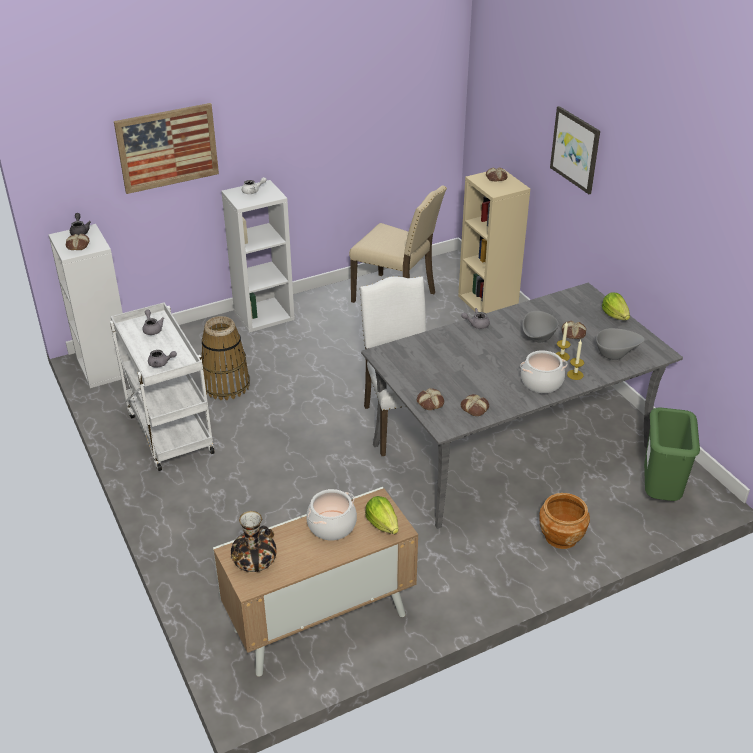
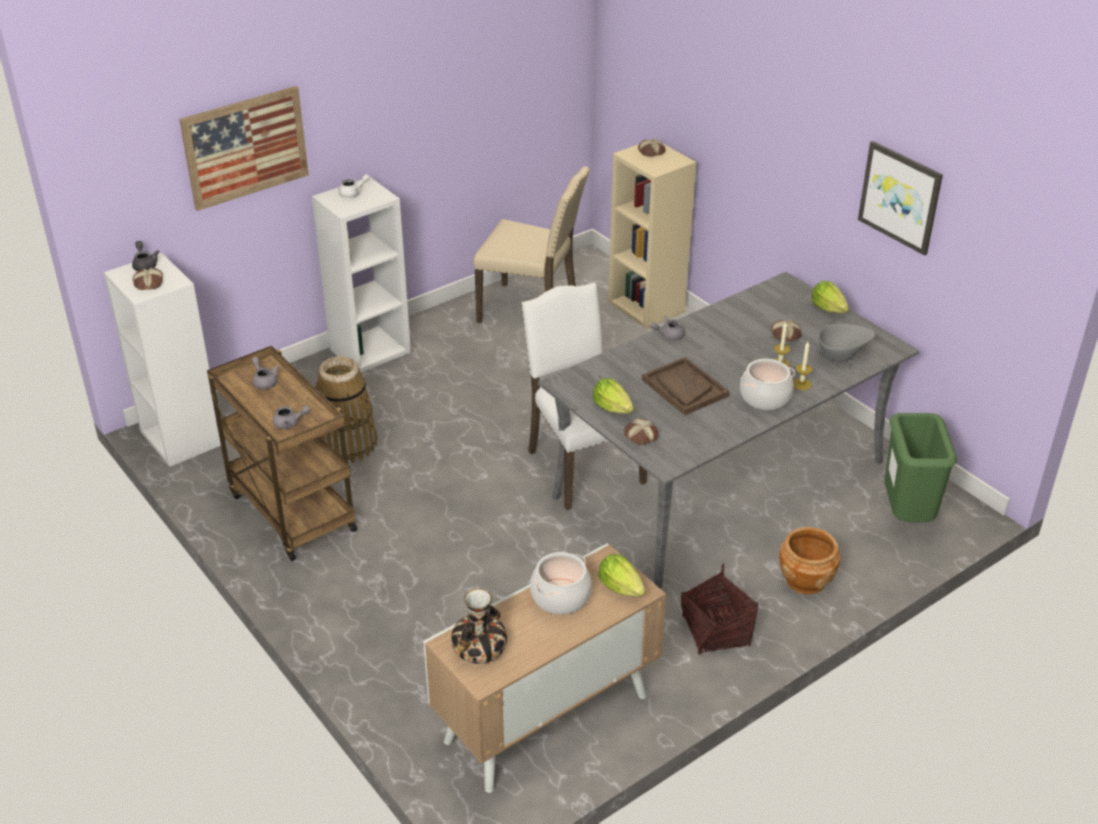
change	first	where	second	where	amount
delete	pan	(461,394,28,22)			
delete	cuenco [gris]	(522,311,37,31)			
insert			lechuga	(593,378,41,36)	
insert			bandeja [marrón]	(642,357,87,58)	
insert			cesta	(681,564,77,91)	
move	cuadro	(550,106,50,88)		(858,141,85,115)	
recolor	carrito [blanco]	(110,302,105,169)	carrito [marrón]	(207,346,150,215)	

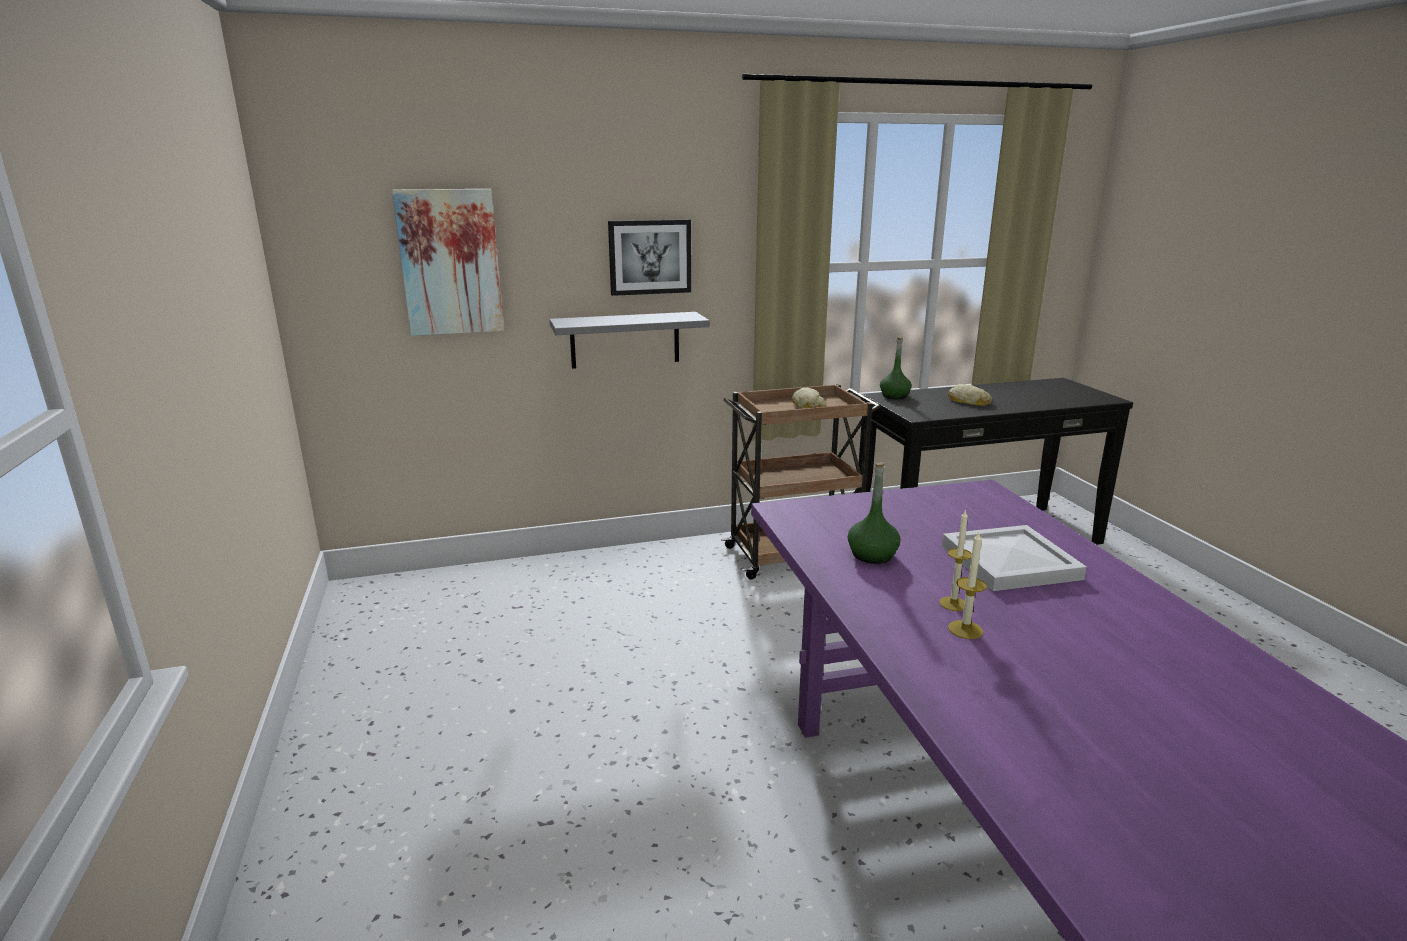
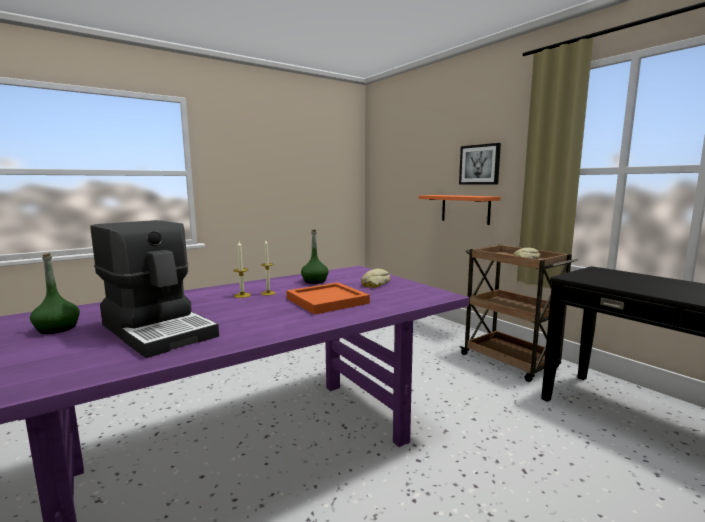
change	first	where	second	where	amount
delete	cuadro	(392,189,112,147)			
insert			cafetera	(90,220,129,138)	
move	botella [verde]	(880,337,32,62)		(30,253,50,81)	
move	pan	(948,384,44,22)		(361,269,30,19)	
recolor	estante [gris]	(549,312,161,57)	estante [naranja]	(419,195,82,30)	
recolor	bandeja [blanco]	(942,525,145,66)	bandeja [naranja]	(287,282,83,33)	

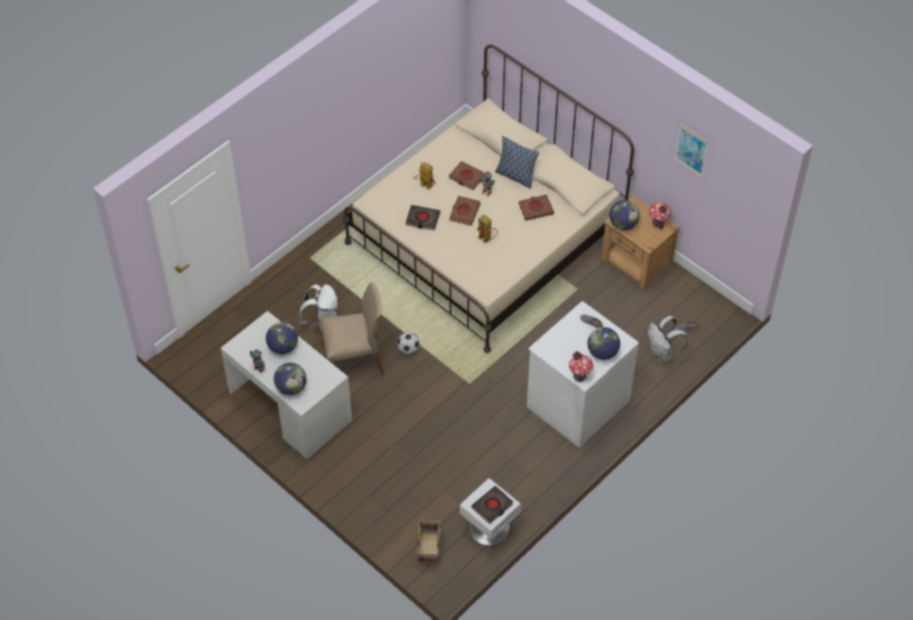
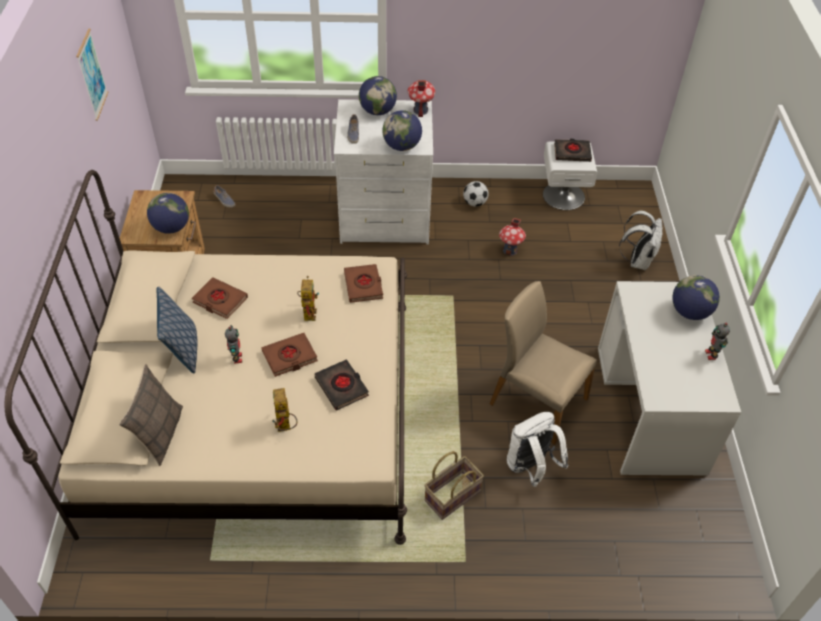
change	first	where	second	where	amount
insert			cojín	(119,364,64,102)	
move	globo terráqueo	(266,322,32,32)		(383,110,39,41)	
move	balón de fútbol	(397,332,23,22)		(463,181,26,26)	
move	cesta	(416,520,25,45)		(425,451,59,69)	
move	libro [marrón]	(449,161,36,29)		(344,264,39,39)	
move	mochila [blanco]	(648,316,40,46)		(619,211,44,59)	
move	casita	(649,202,22,28)		(499,218,27,38)	

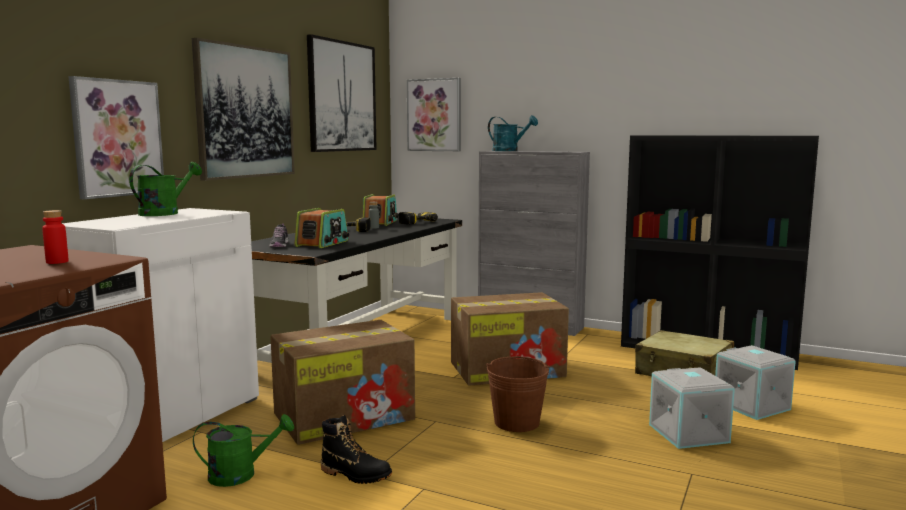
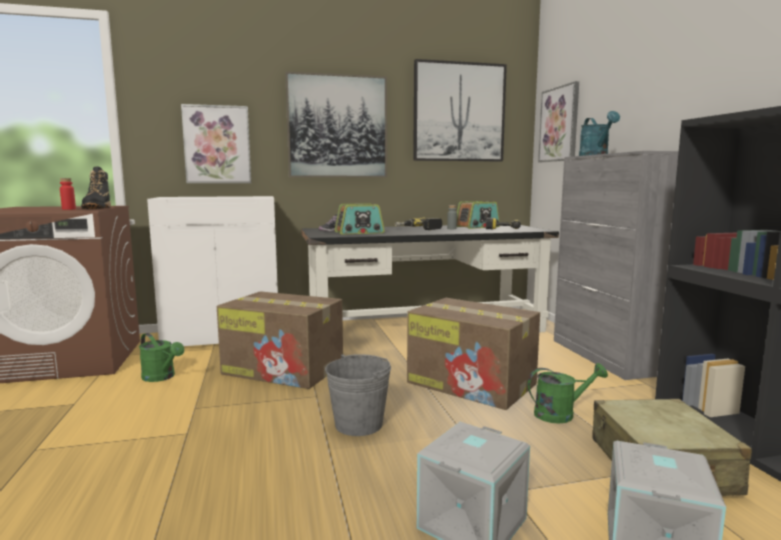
change	first	where	second	where	amount
move	regadera [verde]	(129,162,73,54)		(528,363,80,61)	
move	bota [negro]	(321,415,71,69)		(81,167,30,42)	
recolor	cubo [marrón]	(486,356,64,76)	cubo [gris]	(325,354,66,82)	

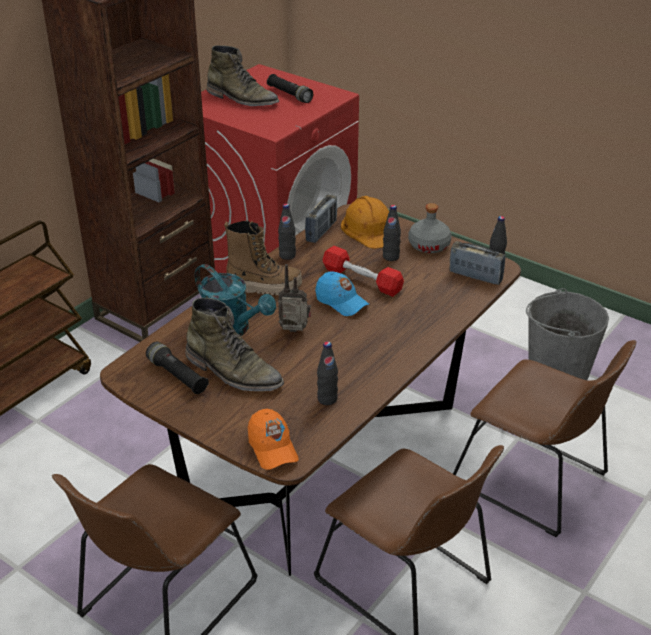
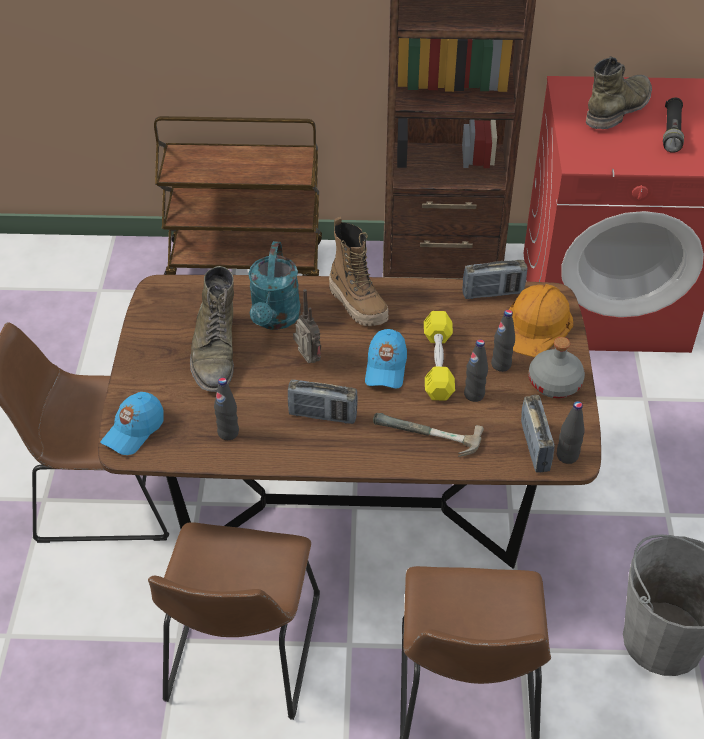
change	first	where	second	where	amount
delete	linterna [negro]	(146,342,63,52)			
insert			radio	(288,380,69,44)	
insert			martillo	(373,413,111,44)	
move	botella [negro]	(278,204,18,56)		(464,339,24,63)	
recolor	gorra [naranja]	(248,409,51,61)	gorra [azul]	(100,392,64,63)	
recolor	mancuerna [rojo]	(322,246,82,51)	mancuerna [amarillo]	(424,311,31,90)	
rotate	bota [verde]	(207,45,72,61)		(586,56,66,73)	135 degrees counterclockwise

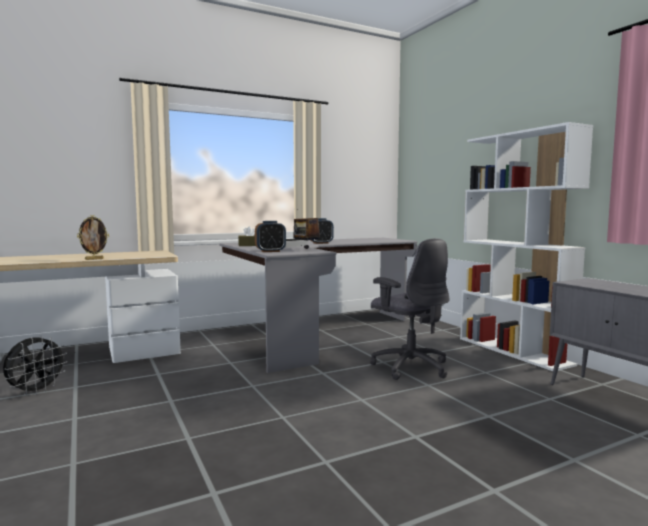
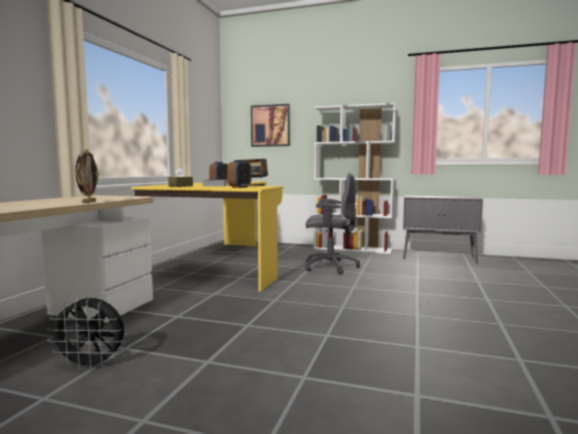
change	first	where	second	where	amount
insert			cuadro	(251,104,39,43)	
recolor	escritorio [gris]	(219,238,199,135)	escritorio [amarillo]	(131,181,152,111)	
rotate	ventilador [negro]	(3,335,65,60)		(47,298,77,73)	105 degrees clockwise

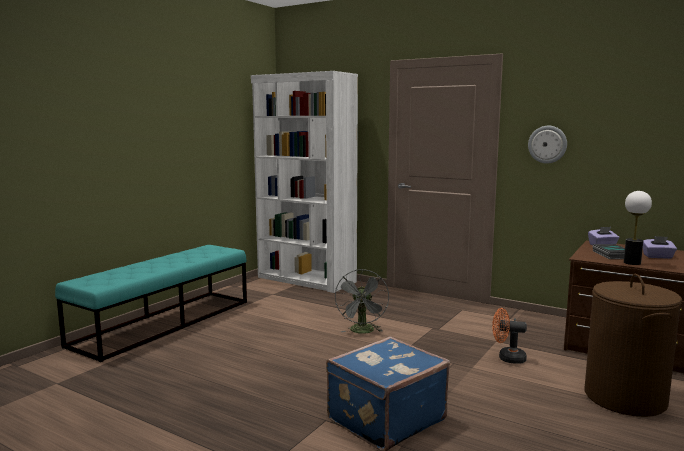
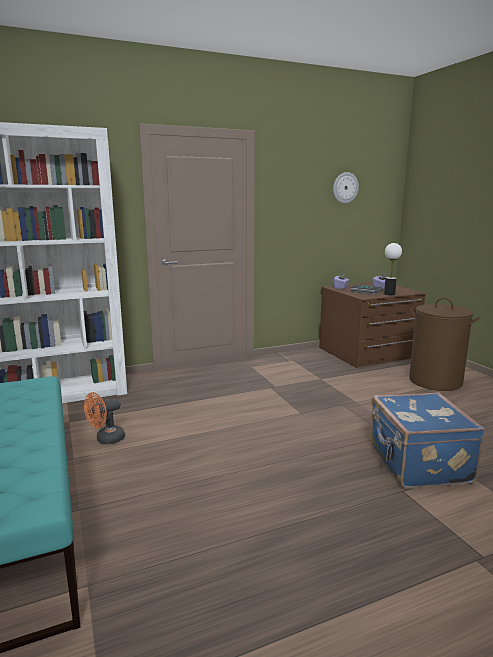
change	first	where	second	where	amount
delete	ventilador [gris]	(335,269,54,65)			
move	ventilador [naranja]	(492,308,35,56)		(84,392,41,52)	
move	reloj de pared	(528,126,39,38)		(333,172,26,32)	

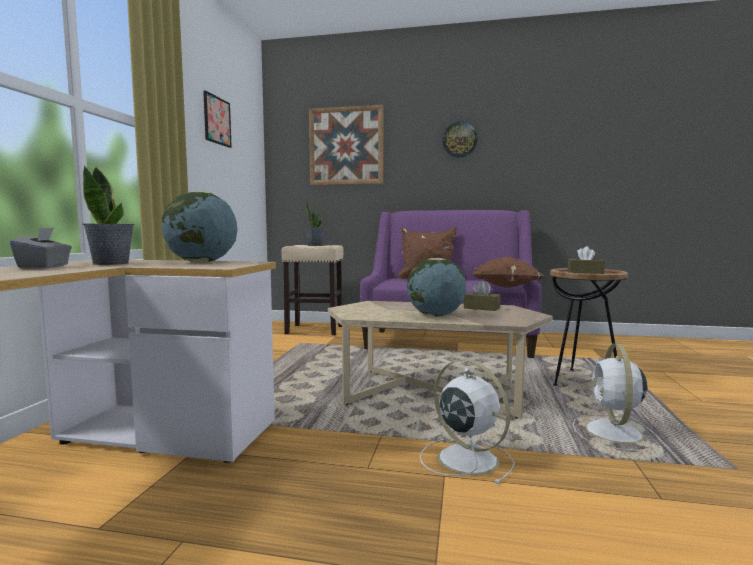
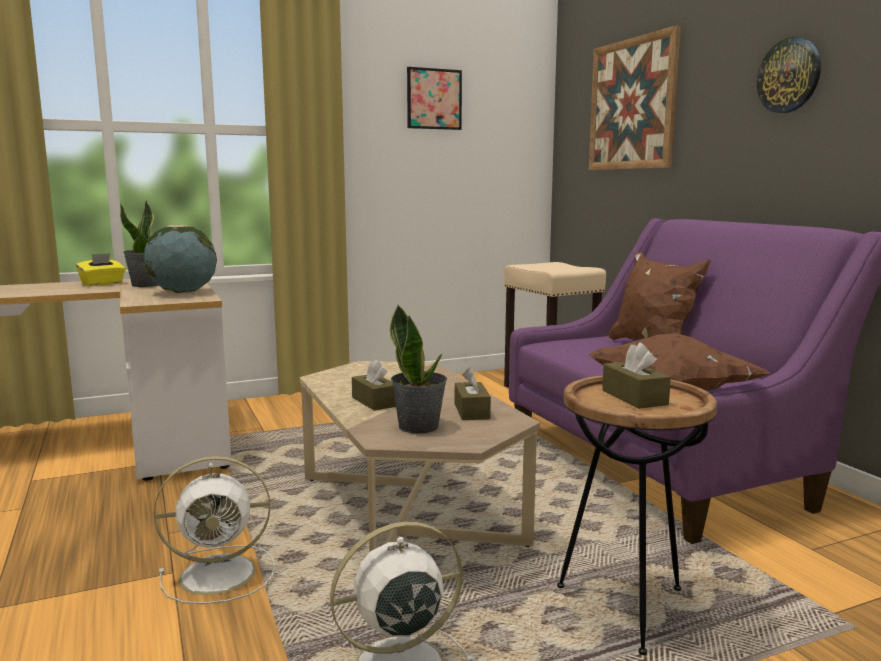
change	first	where	second	where	amount
move	planta en maceta	(305,200,20,46)		(390,305,57,129)	
replace	globo terráqueo	(407,258,59,59)	caja de pañuelos [marrón]	(352,360,44,51)	
recolor	caja de pañuelos [gris]	(10,227,62,41)	caja de pañuelos [amarillo]	(76,253,50,33)	
rotate	ventilador [blanco]	(420,359,95,125)		(154,456,121,148)	60 degrees clockwise

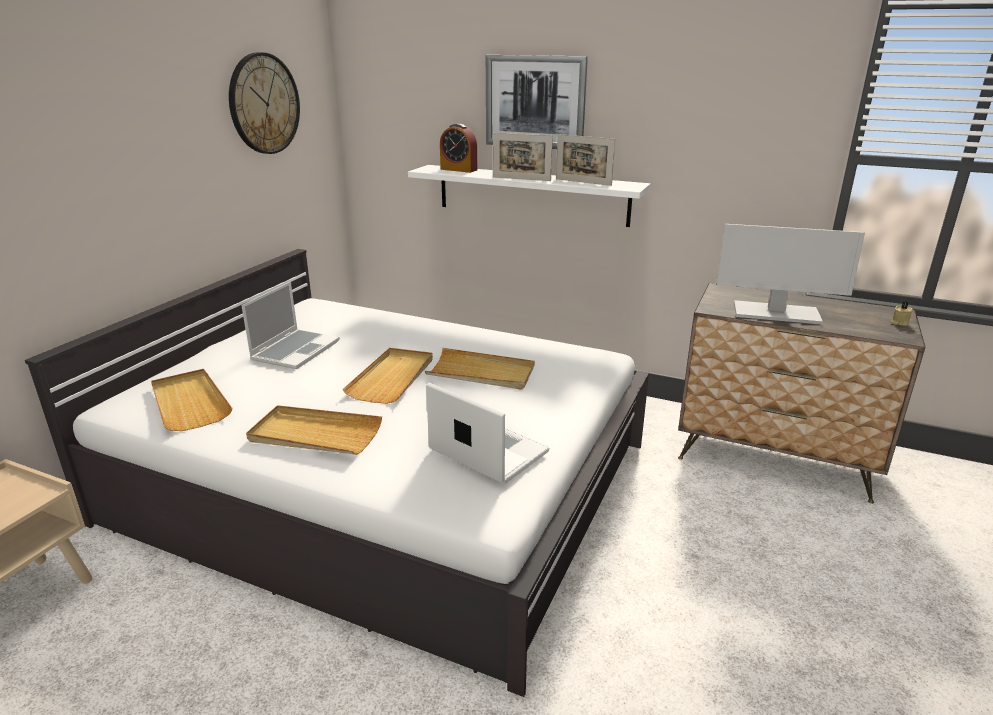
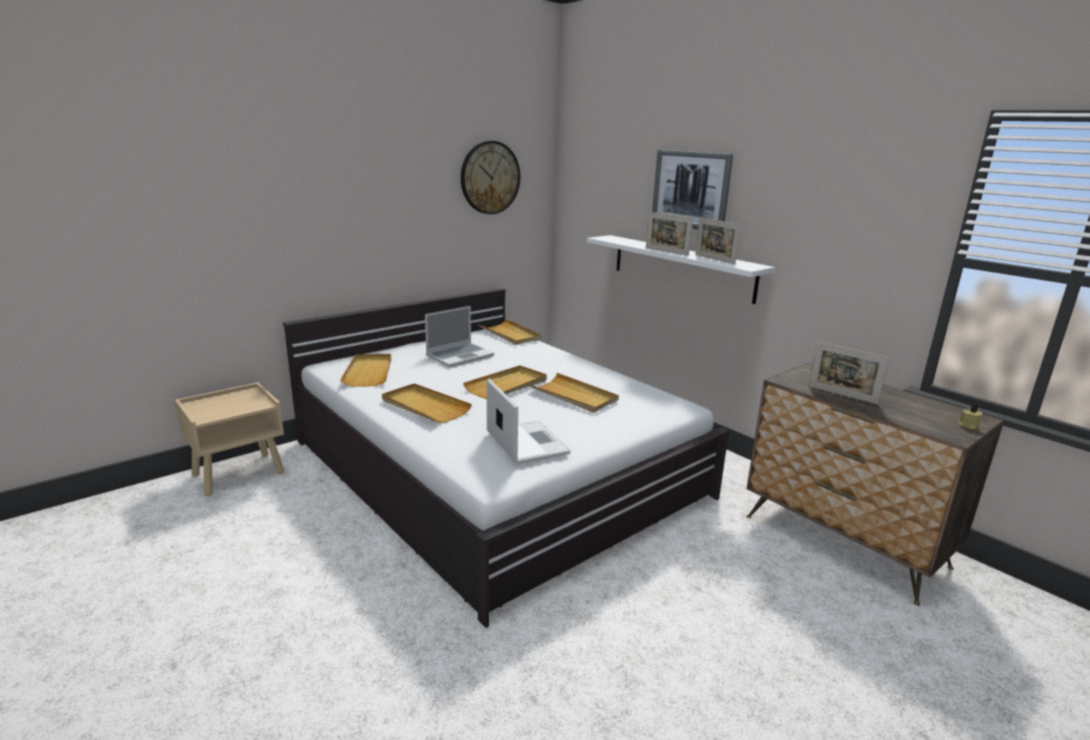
change	first	where	second	where	amount
delete	despertador	(440,123,37,50)			
insert			bandeja [beis]	(478,319,64,26)	
replace	monitor	(717,224,148,100)	portarretratos	(808,342,81,62)	

